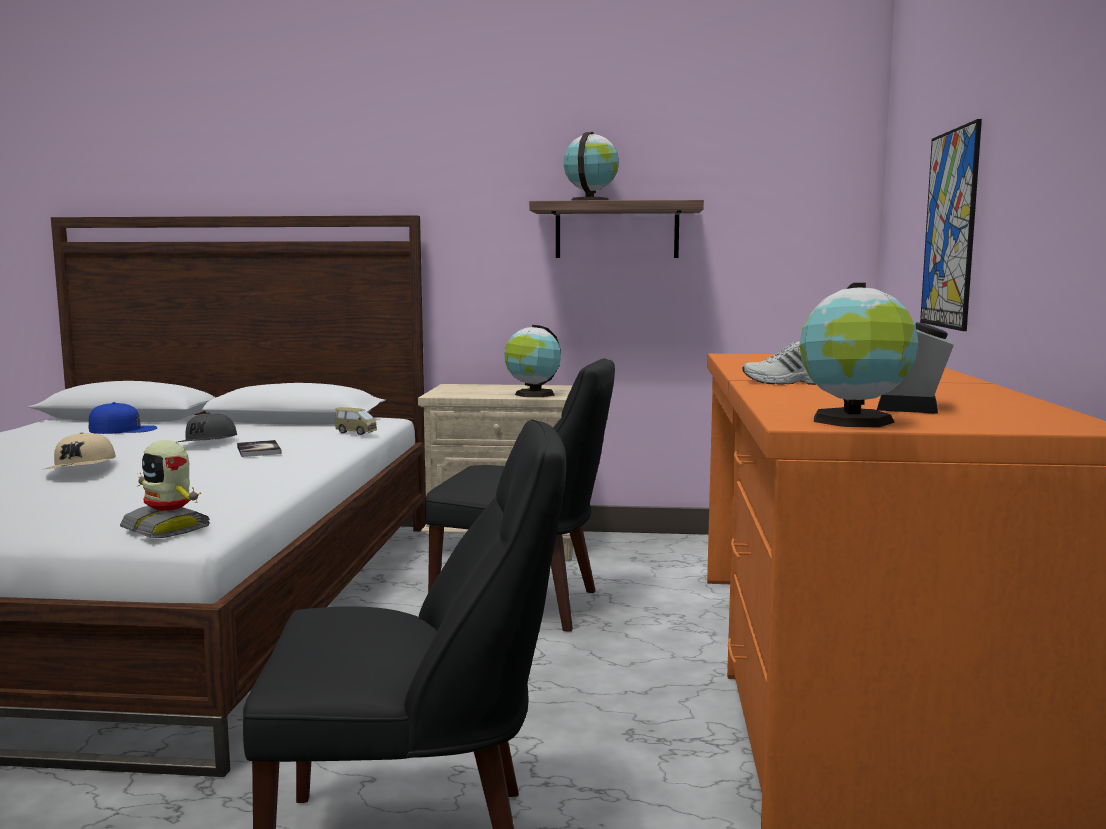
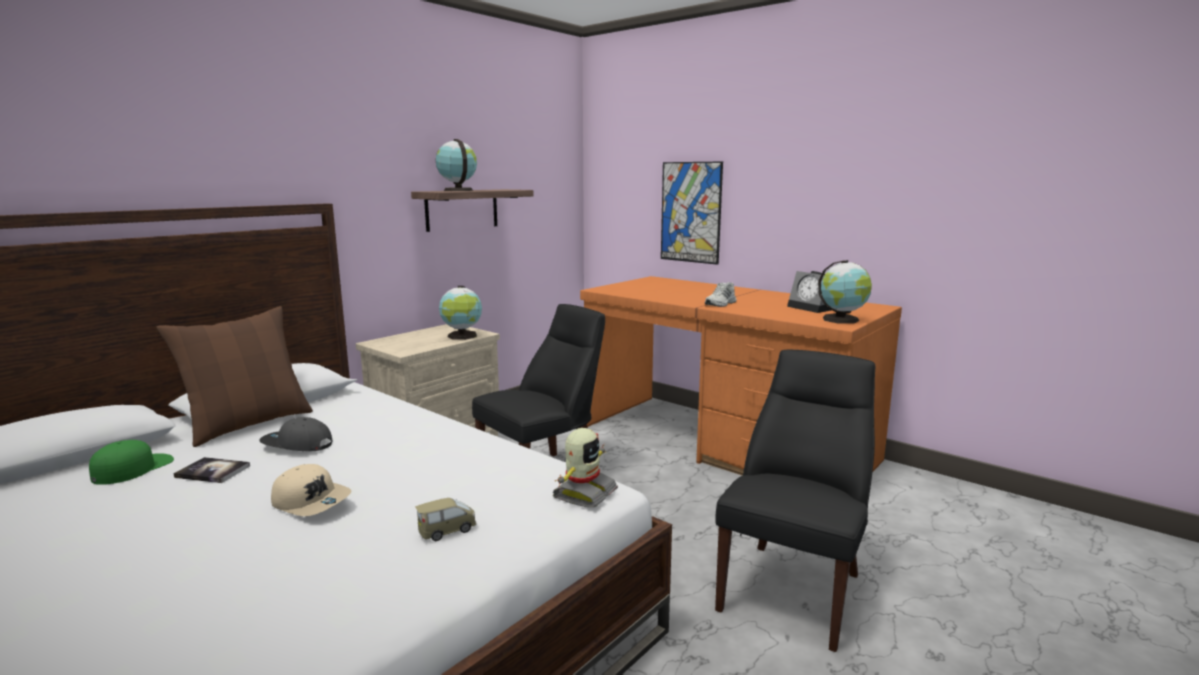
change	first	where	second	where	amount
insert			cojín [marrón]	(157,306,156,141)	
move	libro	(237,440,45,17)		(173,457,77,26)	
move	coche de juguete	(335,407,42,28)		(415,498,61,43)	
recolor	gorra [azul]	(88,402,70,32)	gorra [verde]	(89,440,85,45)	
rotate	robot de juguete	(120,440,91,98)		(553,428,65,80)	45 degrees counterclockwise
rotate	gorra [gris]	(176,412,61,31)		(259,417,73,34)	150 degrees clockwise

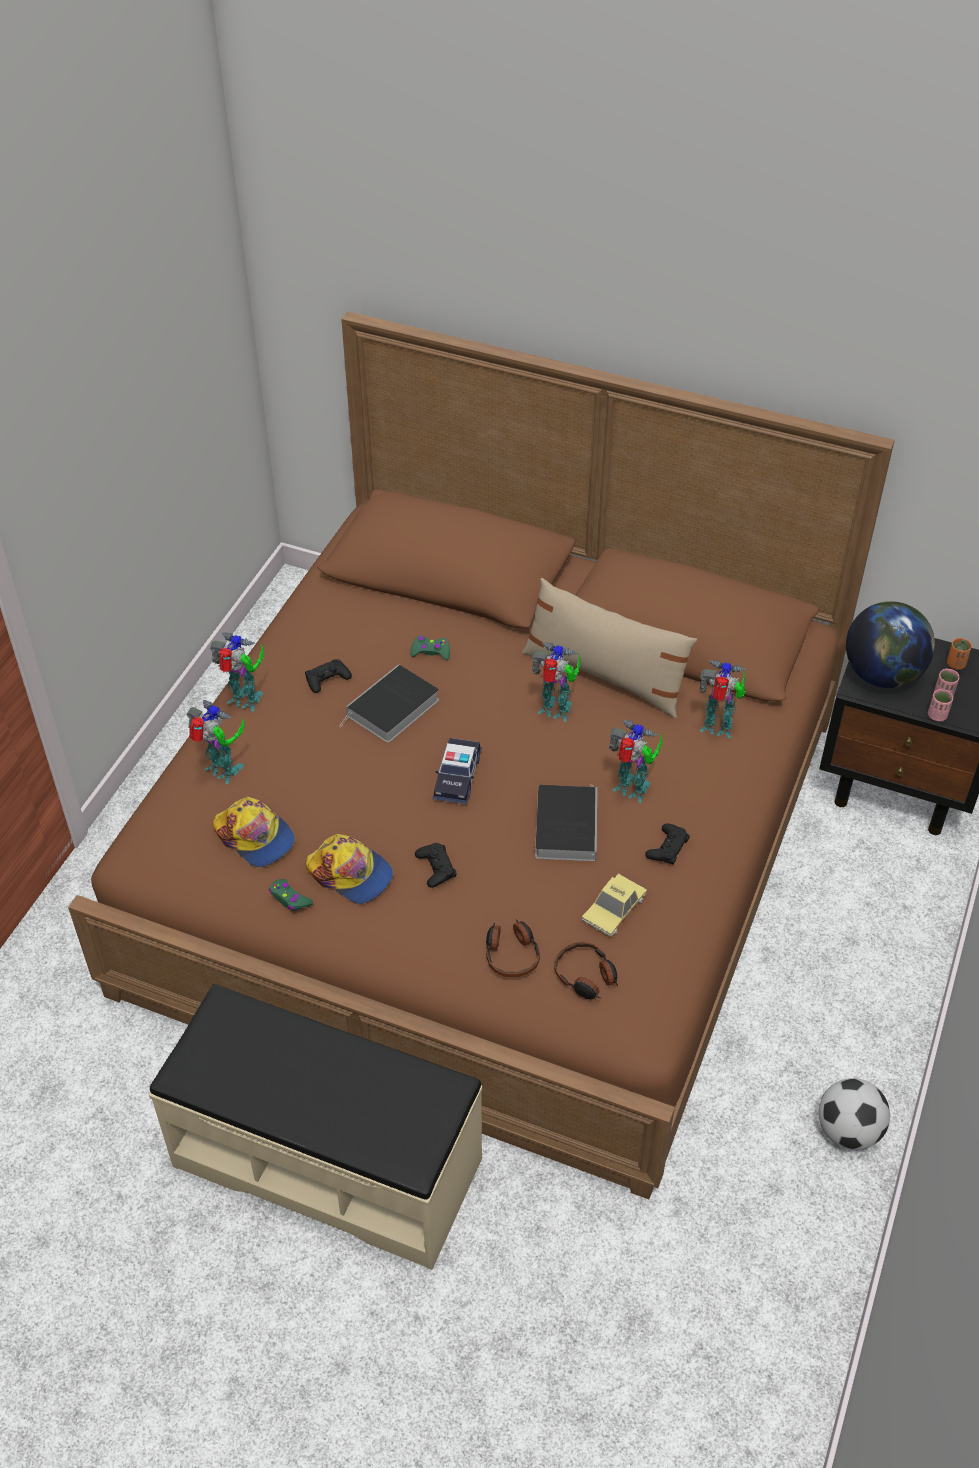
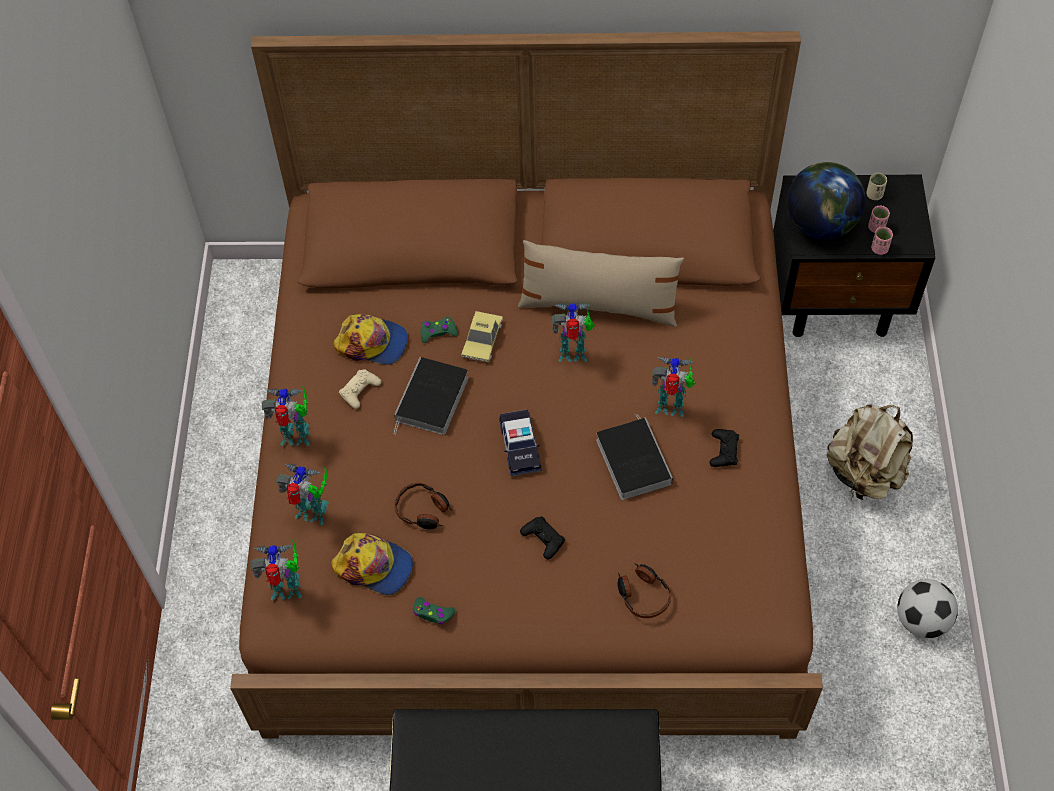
change	first	where	second	where	amount
insert			mochila [beis]	(827,405,86,95)	
move	gorra	(305,834,88,70)		(333,314,75,51)	
move	auriculares	(554,942,64,58)		(394,483,58,46)	
move	coche de juguete	(582,874,65,63)		(461,311,42,51)	
move	robot de juguete	(700,660,46,79)		(250,539,52,61)	
recolor	mando de consola [negro]	(305,659,47,34)	mando de consola [beis]	(339,370,42,39)	
recolor	taza [naranja]	(947,638,25,32)	taza [beis]	(866,173,21,27)	

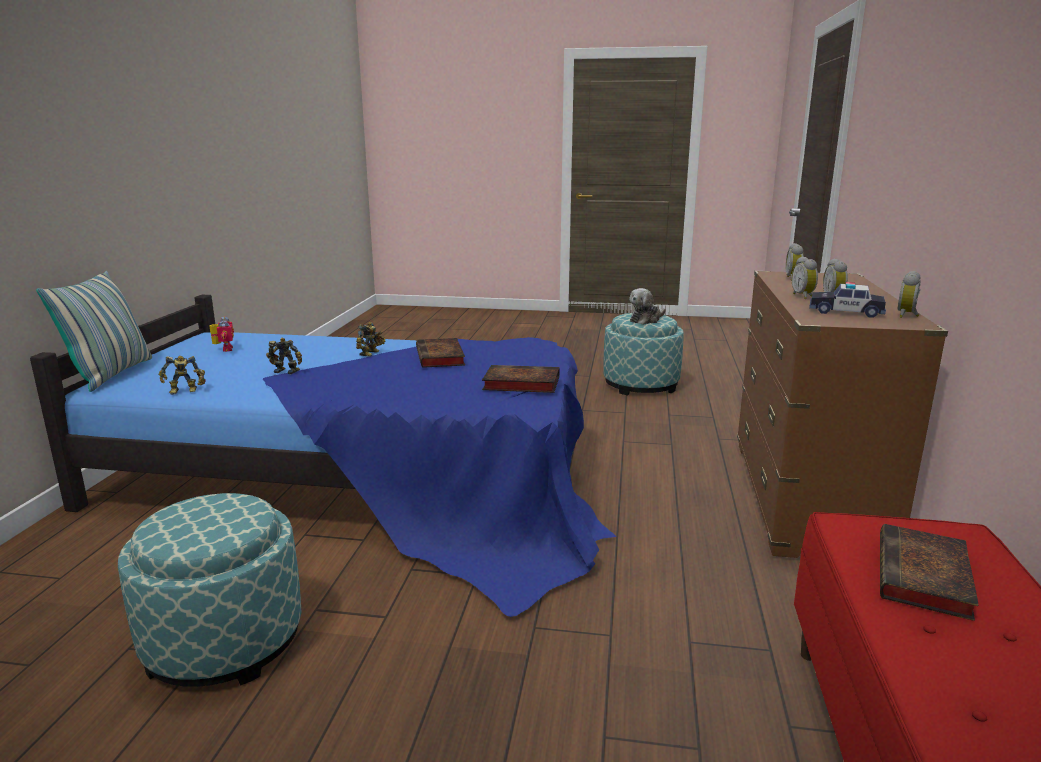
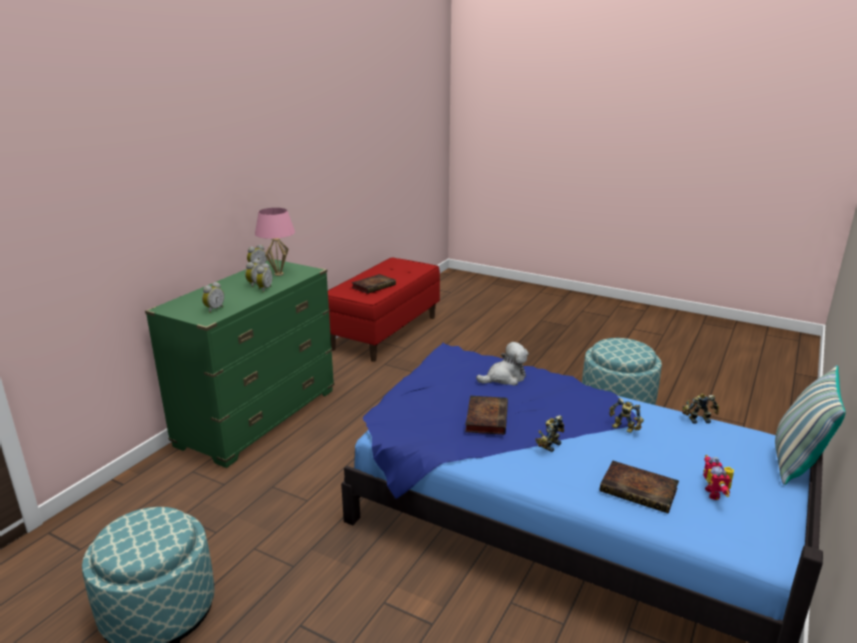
change	first	where	second	where	amount
move	libro	(482,365,78,28)		(599,461,80,53)	
move	peluche	(629,288,37,37)		(476,342,53,44)	
replace	coche de juguete	(809,282,77,36)	lámpara de mesa [rosa]	(255,208,40,68)	
recolor	cómoda [marrón]	(737,271,211,287)	cómoda [verde]	(145,259,190,209)	

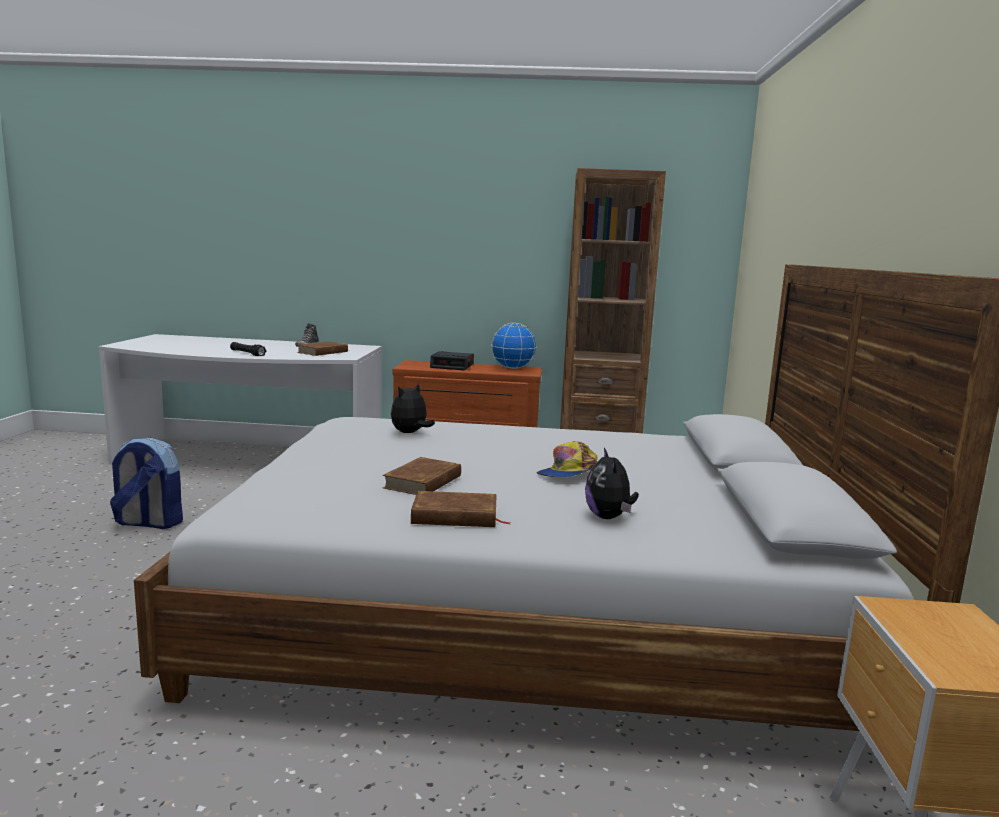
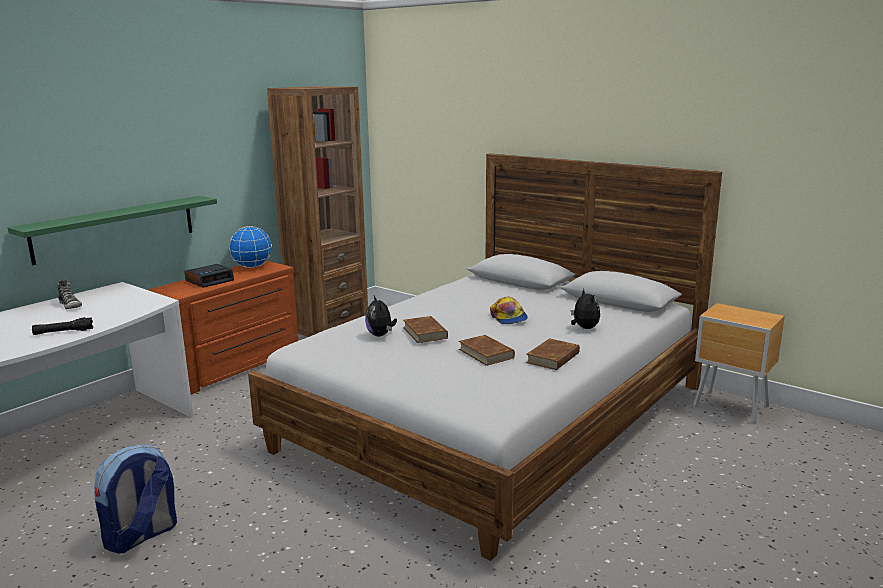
change	first	where	second	where	amount
insert			estante [verde]	(8,196,209,69)	
move	libro [marrón]	(297,342,51,14)		(403,316,45,27)	
rotate	peluche	(585,448,54,71)		(571,289,29,40)	135 degrees counterclockwise

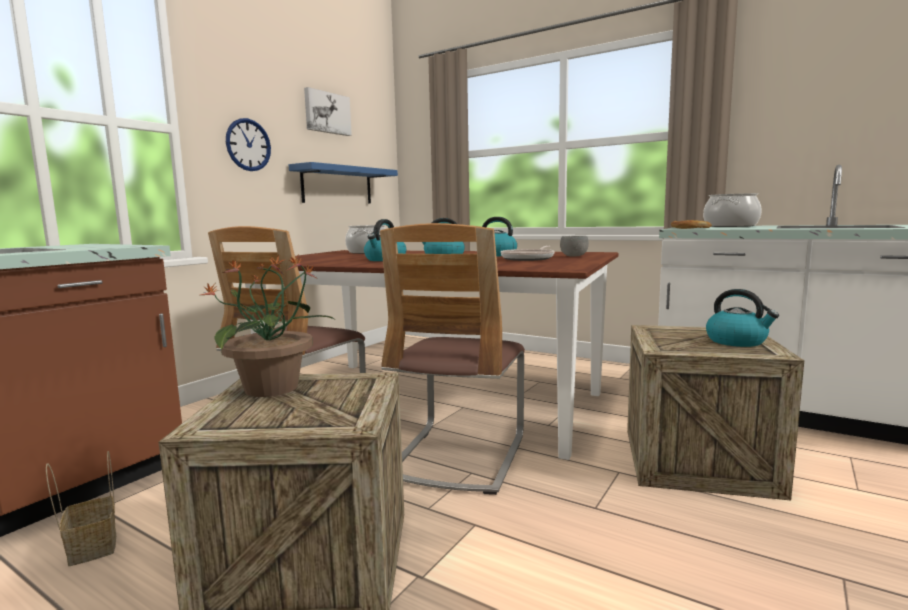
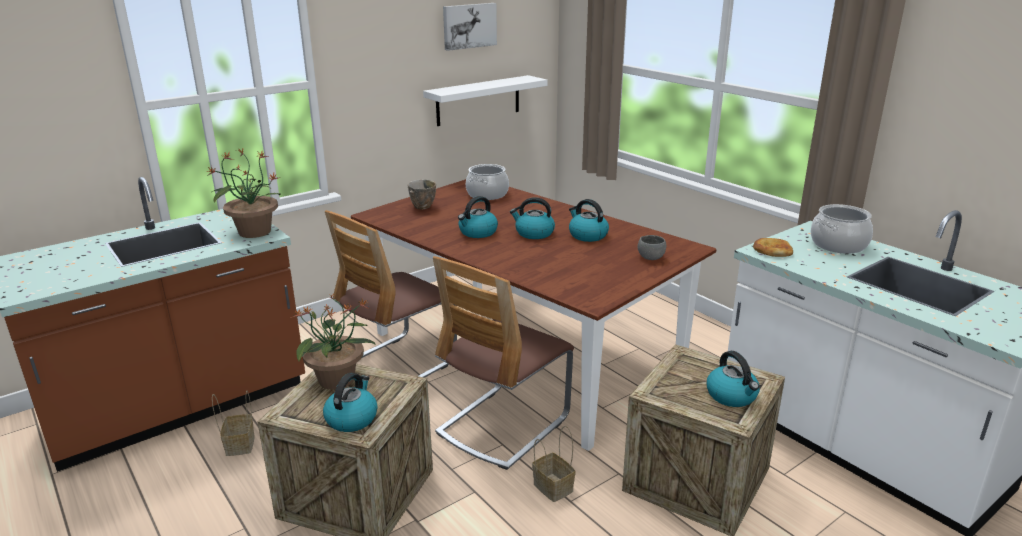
change	first	where	second	where	amount
delete	reloj de pared	(226,118,45,53)			
delete	sartén	(501,246,53,15)			
insert			planta en maceta	(207,148,74,90)	
insert			hervidor	(323,373,55,59)	
insert			cuenco	(408,179,28,30)	
insert			cesta	(532,426,43,76)	
recolor	estante [azul]	(289,162,109,41)	estante [blanco]	(423,75,124,51)	

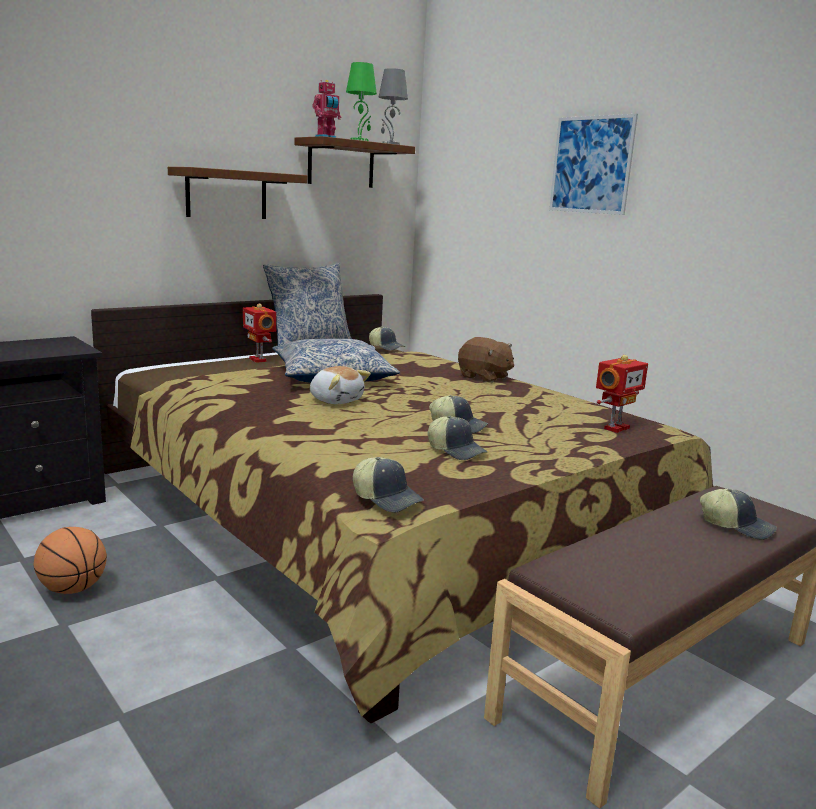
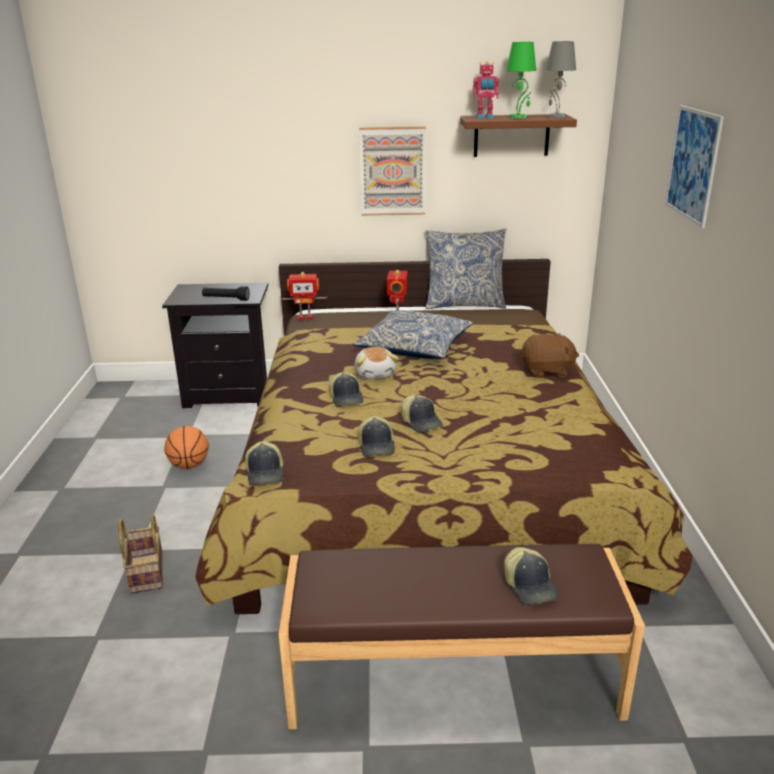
change	first	where	second	where	amount
insert			cesta	(118,514,45,80)	
insert			linterna [negro]	(202,286,48,15)	
move	gorra	(369,326,36,25)		(329,372,34,35)	
move	robot de juguete	(596,355,52,78)		(281,272,46,48)	
replace	estante [marrón]	(168,167,139,52)	cuadro	(359,126,67,90)	
rotate	peluche [marrón]	(458,337,56,46)		(521,333,58,45)	75 degrees counterclockwise

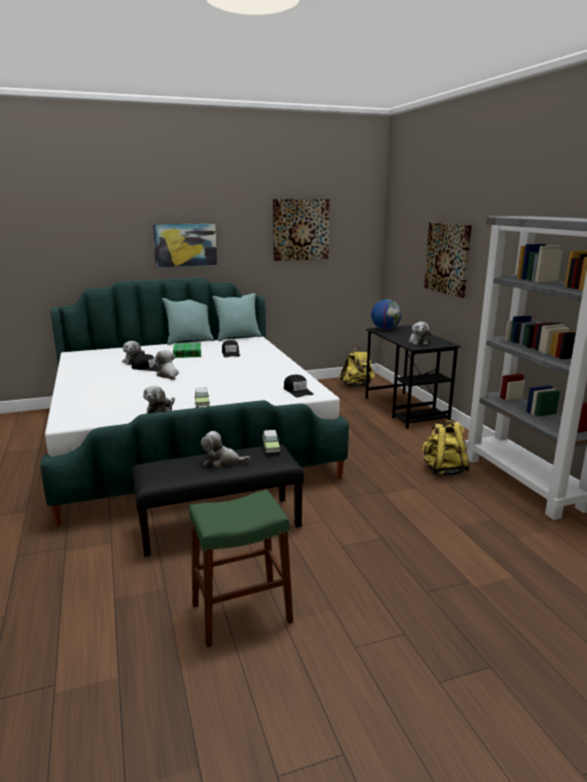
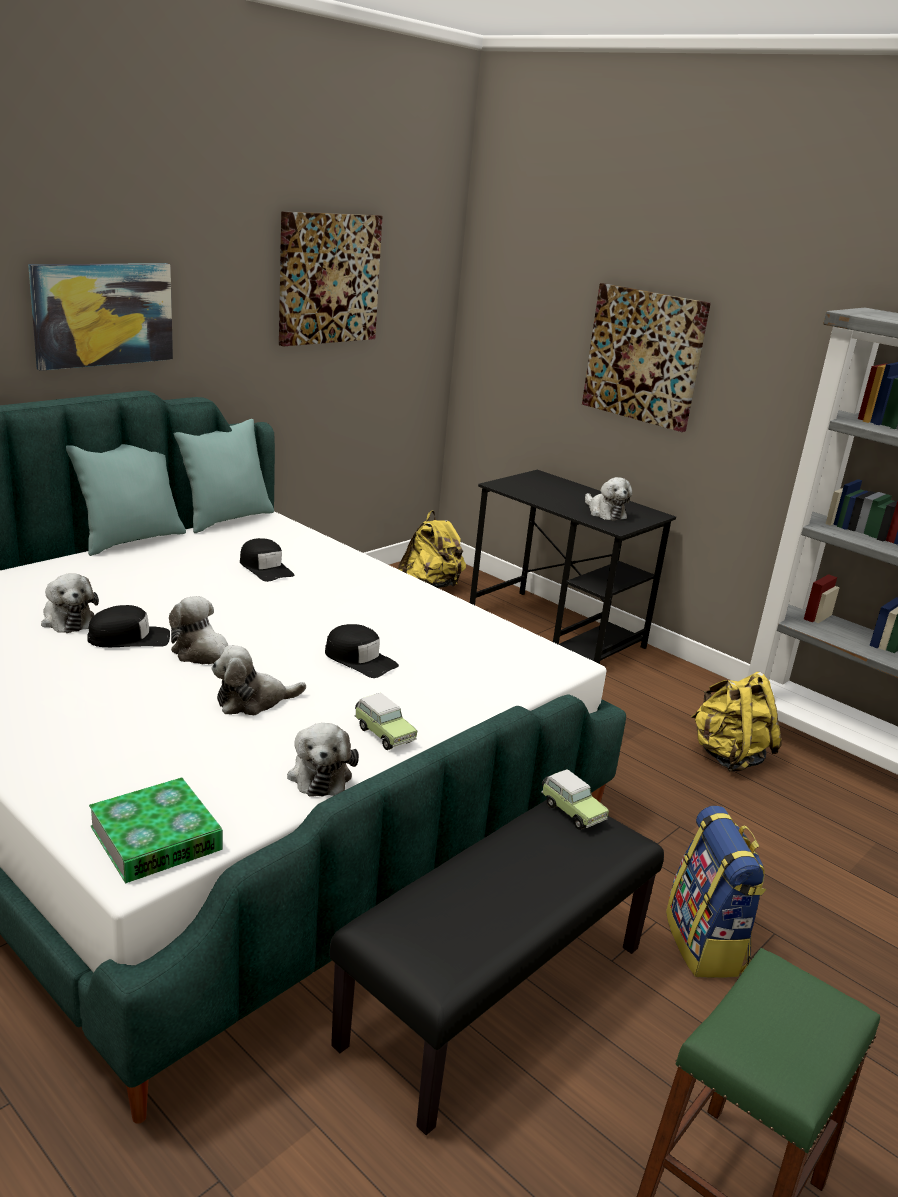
change	first	where	second	where	amount
delete	globo terráqueo	(371,299,30,31)			
insert			mochila	(666,806,100,172)	
move	libro	(173,343,28,15)		(89,778,134,105)	
move	peluche	(201,431,49,37)		(211,645,95,70)	
move	gorra [negro]	(284,375,29,23)		(325,624,74,54)	

